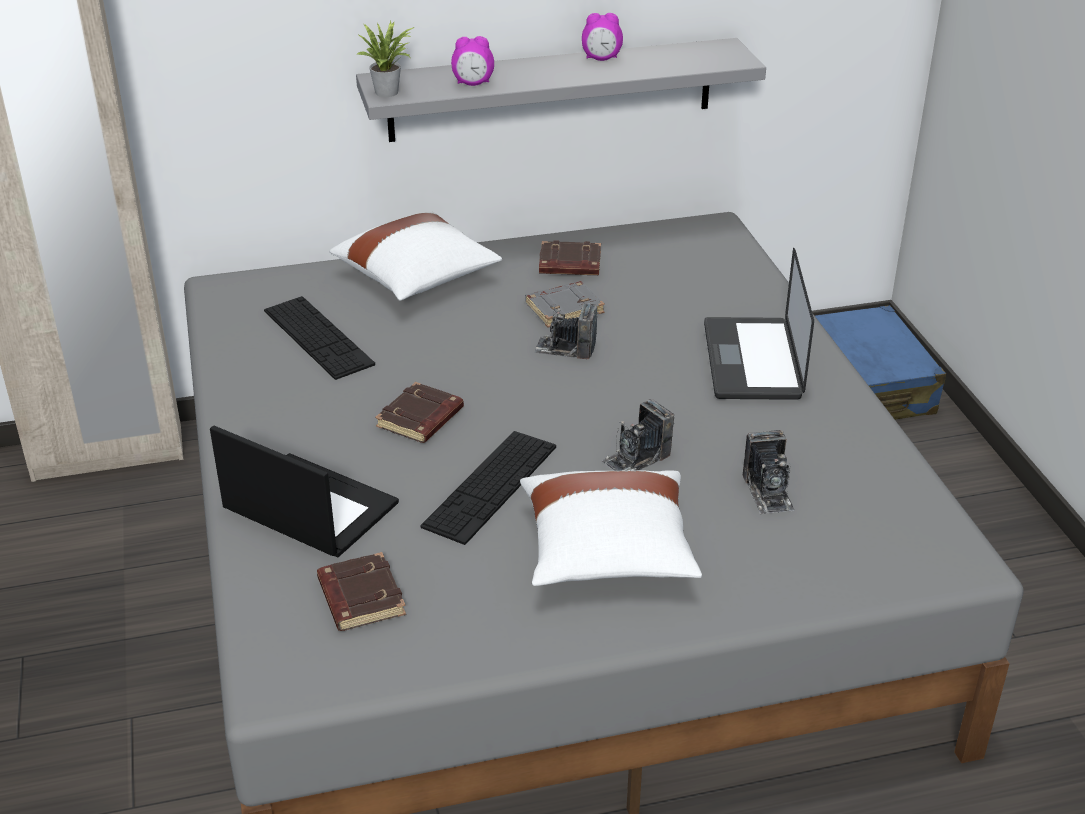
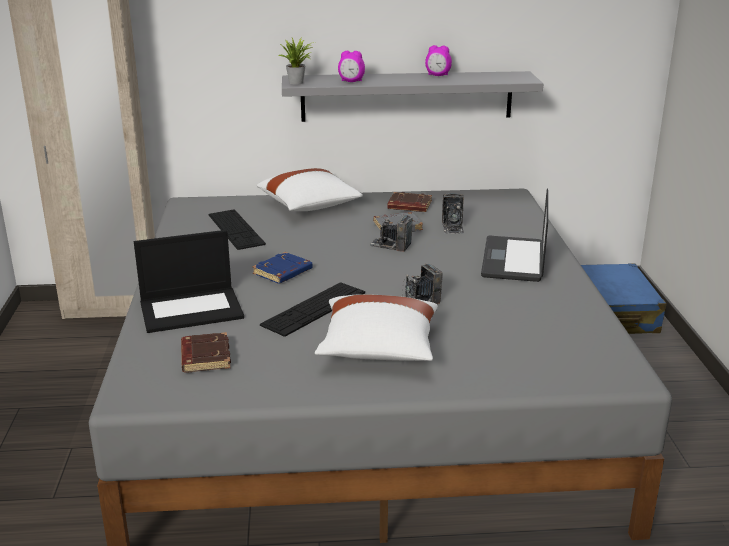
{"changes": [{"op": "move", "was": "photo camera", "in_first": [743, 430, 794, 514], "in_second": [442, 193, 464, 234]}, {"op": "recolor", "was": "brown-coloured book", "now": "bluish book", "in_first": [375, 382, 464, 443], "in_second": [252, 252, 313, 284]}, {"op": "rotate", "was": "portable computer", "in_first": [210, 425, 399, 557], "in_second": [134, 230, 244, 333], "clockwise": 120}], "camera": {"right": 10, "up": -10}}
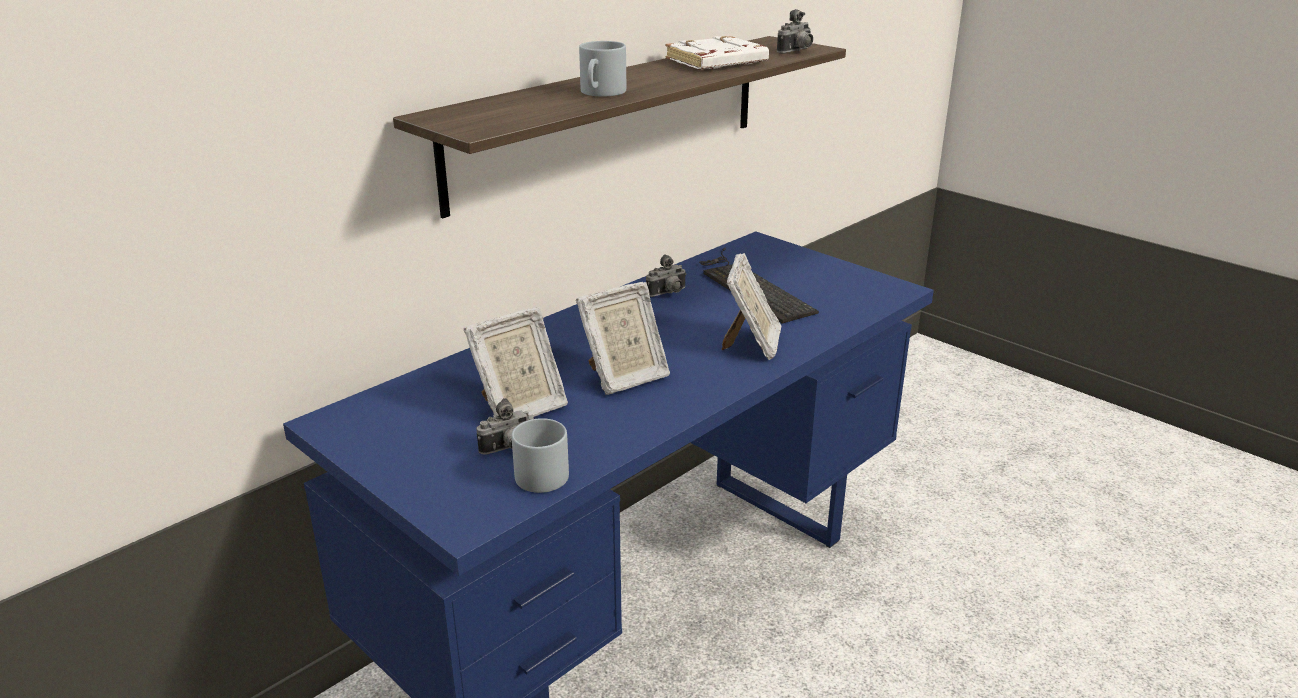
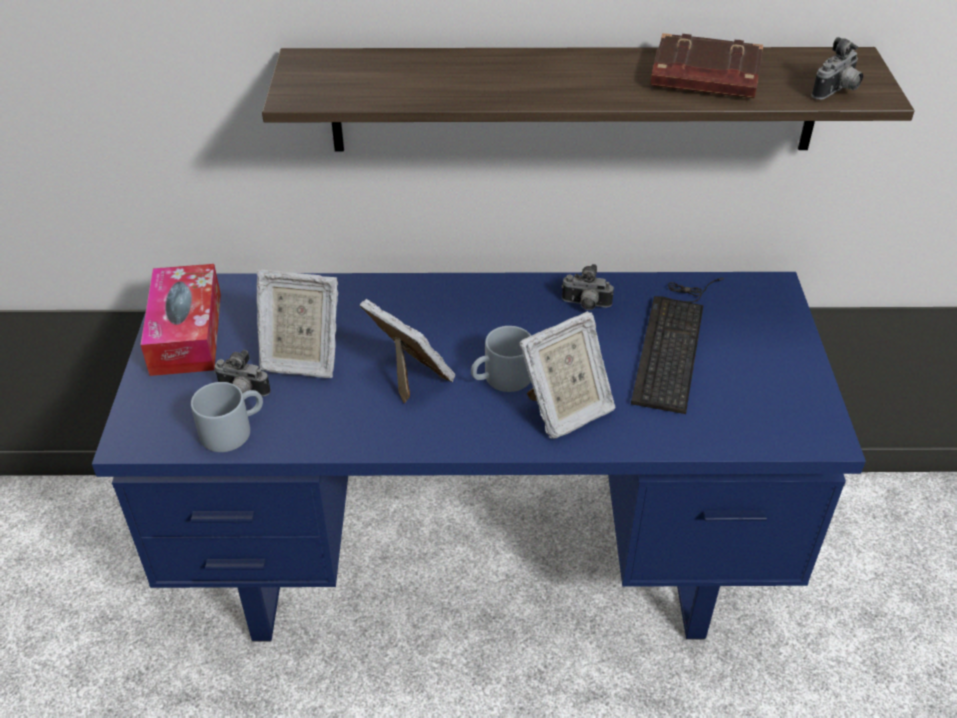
{"changes": [{"op": "insert", "now": "tissue holder", "in_second": [140, 264, 221, 376]}, {"op": "move", "was": "grey mug", "in_first": [579, 41, 626, 97], "in_second": [471, 326, 532, 392]}, {"op": "recolor", "was": "white-coloured book", "now": "brown-coloured book", "in_first": [665, 36, 769, 69], "in_second": [650, 33, 763, 98]}, {"op": "rotate", "was": "picture frame", "in_first": [576, 282, 670, 395], "in_second": [359, 299, 455, 403], "clockwise": -150}, {"op": "rotate", "was": "photo camera", "in_first": [777, 9, 813, 54], "in_second": [812, 37, 863, 99], "clockwise": -45}], "camera": {"right": 45, "up": 15}}
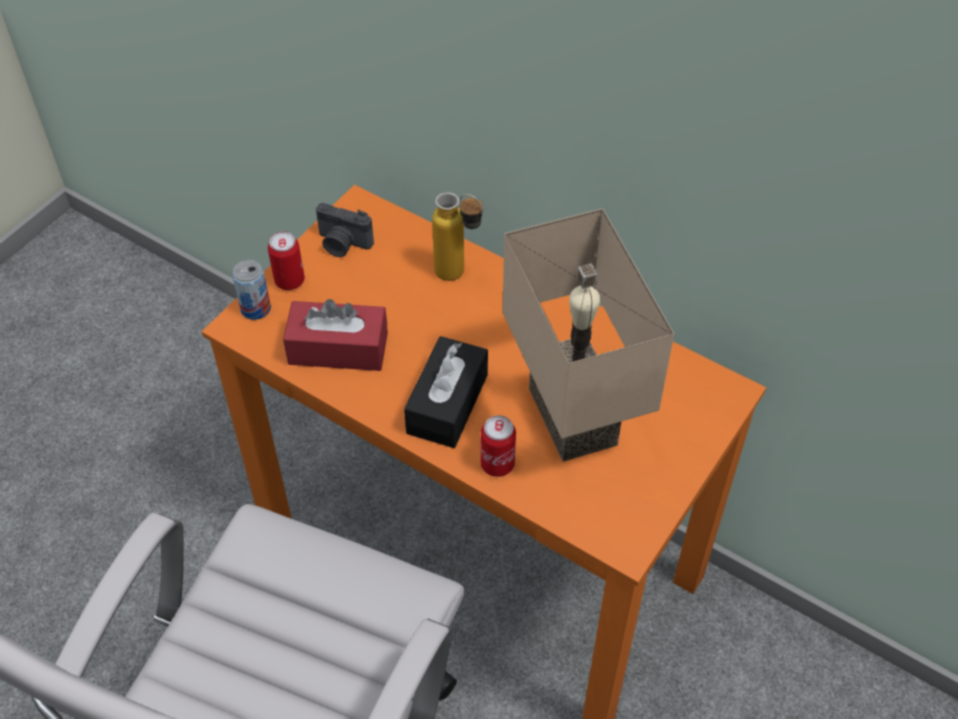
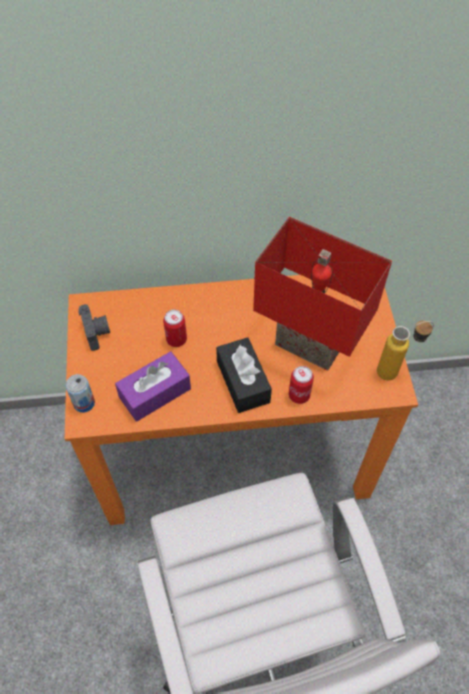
{"changes": [{"op": "move", "was": "sealed can", "in_first": [268, 231, 305, 290], "in_second": [163, 310, 187, 347]}, {"op": "move", "was": "beverage bottle", "in_first": [432, 192, 484, 281], "in_second": [377, 321, 434, 380]}, {"op": "recolor", "was": "red-coloured tissue holder", "now": "purple-coloured tissue holder", "in_first": [283, 299, 388, 371], "in_second": [115, 351, 191, 422]}, {"op": "recolor", "was": "beige table lamp", "now": "red-coloured table lamp", "in_first": [502, 208, 674, 462], "in_second": [253, 217, 392, 371]}, {"op": "rotate", "was": "photo camera", "in_first": [316, 203, 374, 257], "in_second": [78, 304, 110, 351], "clockwise": -90}], "camera": {"right": -40, "up": 5}}
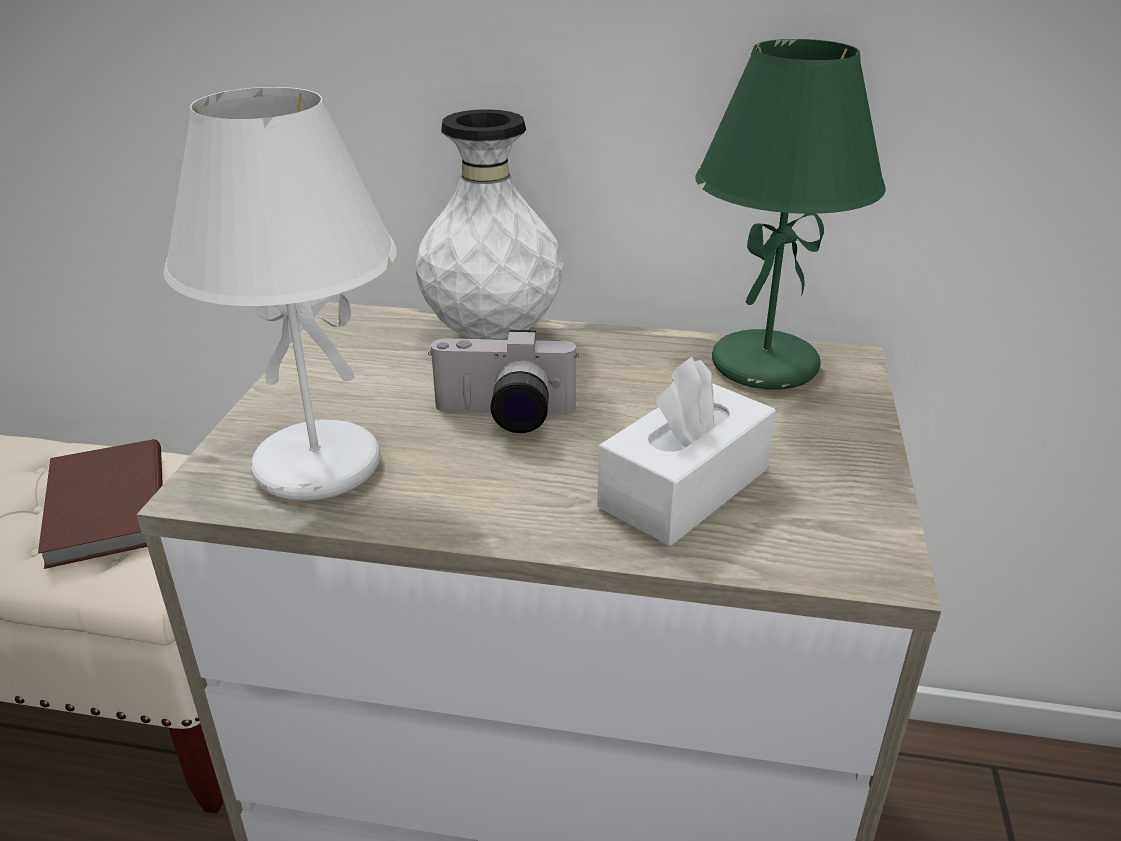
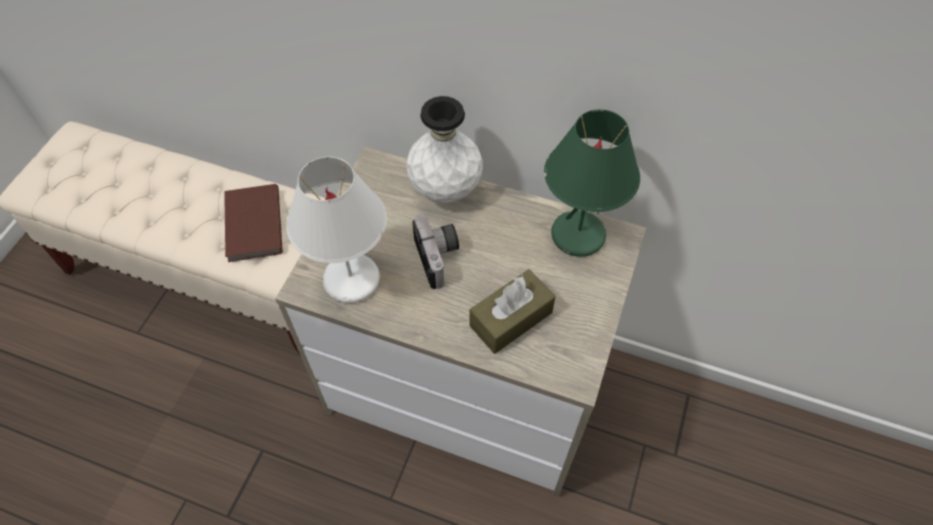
{"changes": [{"op": "recolor", "was": "white-coloured tissue holder", "now": "brown-coloured tissue holder", "in_first": [597, 356, 776, 546], "in_second": [469, 269, 556, 354]}, {"op": "rotate", "was": "photo camera", "in_first": [428, 330, 579, 433], "in_second": [412, 214, 459, 289], "clockwise": -120}], "camera": {"right": 10, "up": 25}}
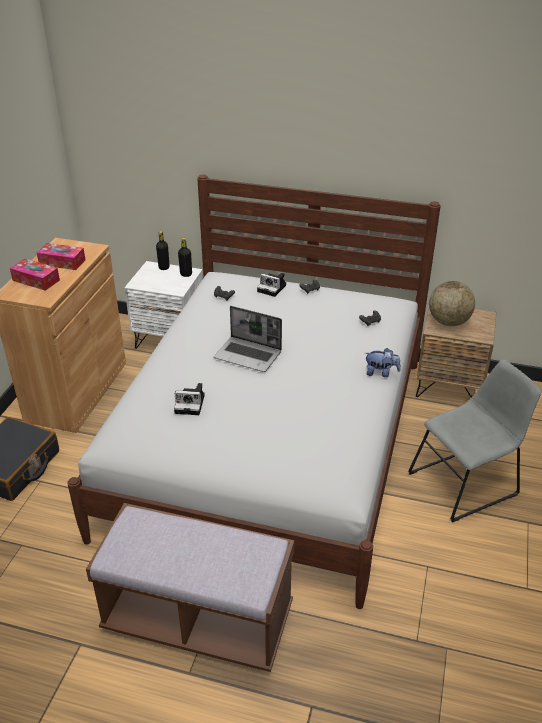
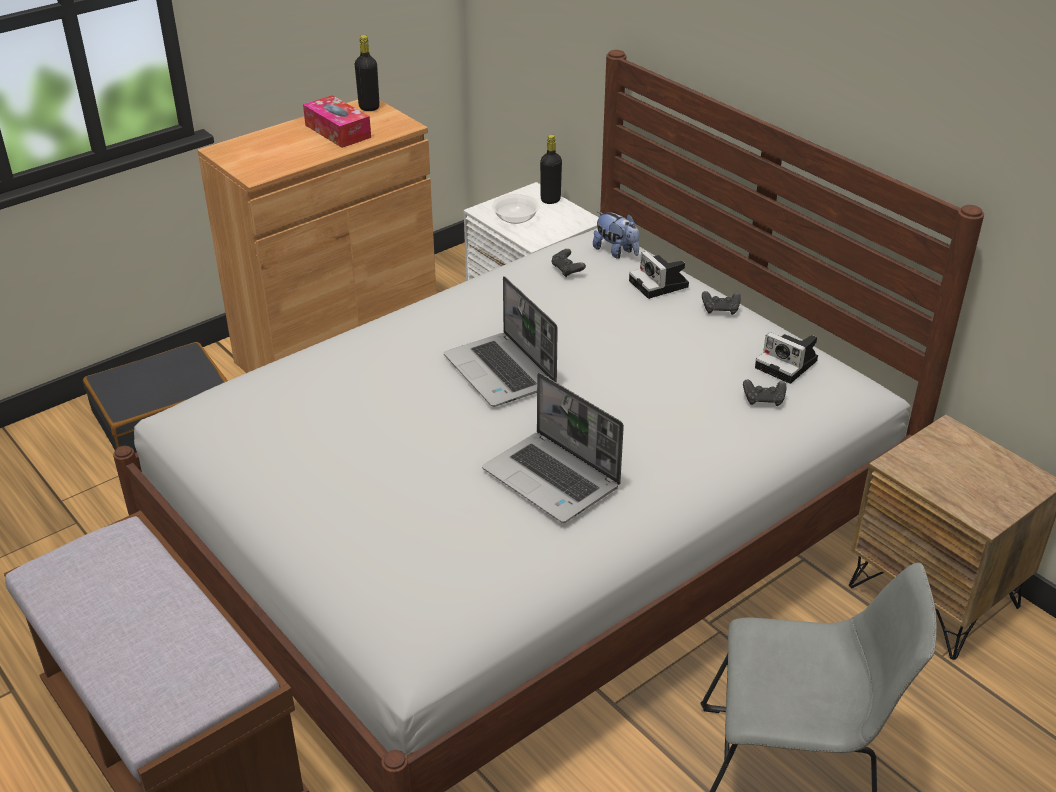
{"changes": [{"op": "delete", "was": "tissue holder", "in_first": [10, 259, 60, 291]}, {"op": "delete", "was": "desk globe", "in_first": [429, 281, 475, 326]}, {"op": "insert", "now": "portable computer", "in_second": [482, 373, 624, 523]}, {"op": "insert", "now": "serving bowl", "in_second": [492, 194, 539, 224]}, {"op": "move", "was": "photo camera", "in_first": [174, 383, 205, 415], "in_second": [755, 332, 818, 384]}, {"op": "move", "was": "black-coloured beverage bottle", "in_first": [178, 238, 192, 277], "in_second": [355, 35, 380, 111]}, {"op": "move", "was": "cuddly toy", "in_first": [365, 348, 401, 377], "in_second": [593, 211, 639, 259]}], "camera": {"right": 35, "up": 0}}
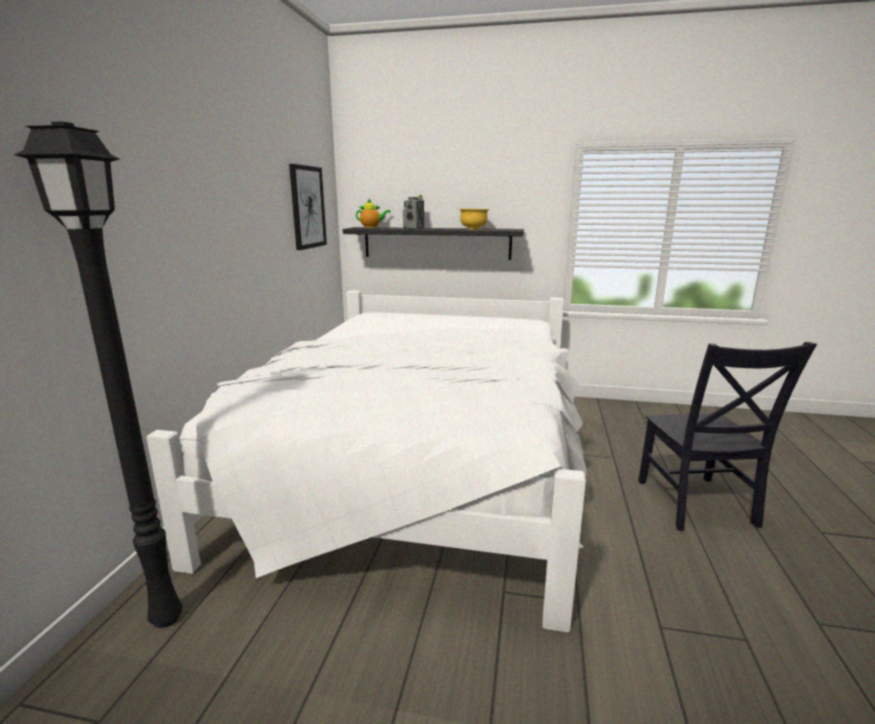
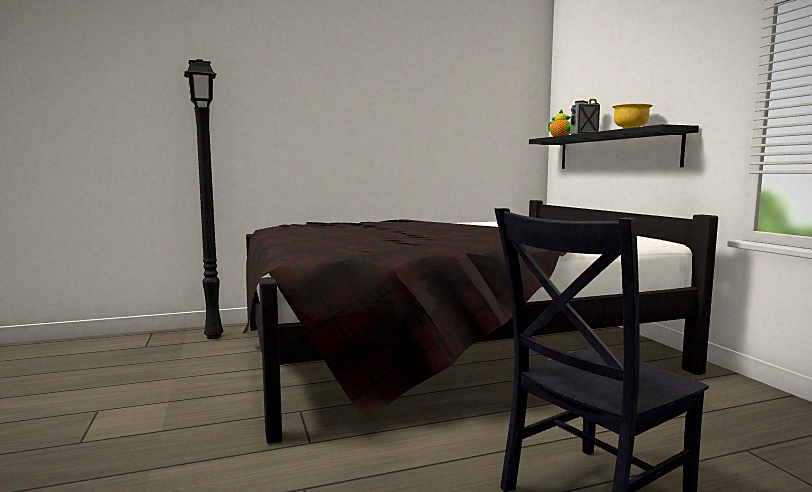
{"changes": [{"op": "delete", "was": "wall art", "in_first": [289, 164, 327, 250]}, {"op": "recolor", "was": "white-coloured bedroom bed", "now": "black-coloured bedroom bed", "in_first": [146, 290, 587, 633], "in_second": [242, 200, 718, 444]}], "camera": {"right": 60, "up": -10}}
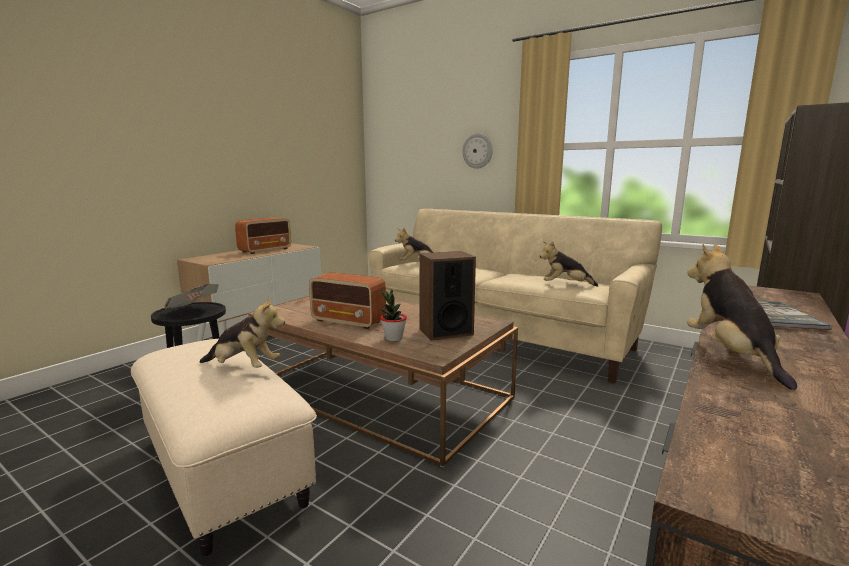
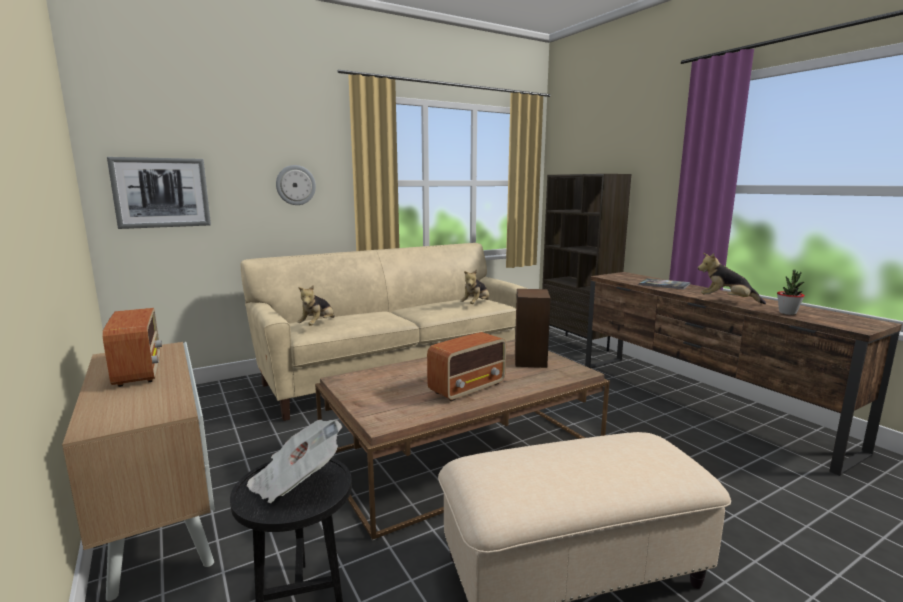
{"changes": [{"op": "delete", "was": "cuddly toy", "in_first": [200, 297, 285, 368]}, {"op": "insert", "now": "wall art", "in_second": [107, 157, 211, 229]}, {"op": "move", "was": "plant in a pot", "in_first": [380, 289, 407, 342], "in_second": [777, 270, 805, 315]}], "camera": {"right": -65, "up": 0}}
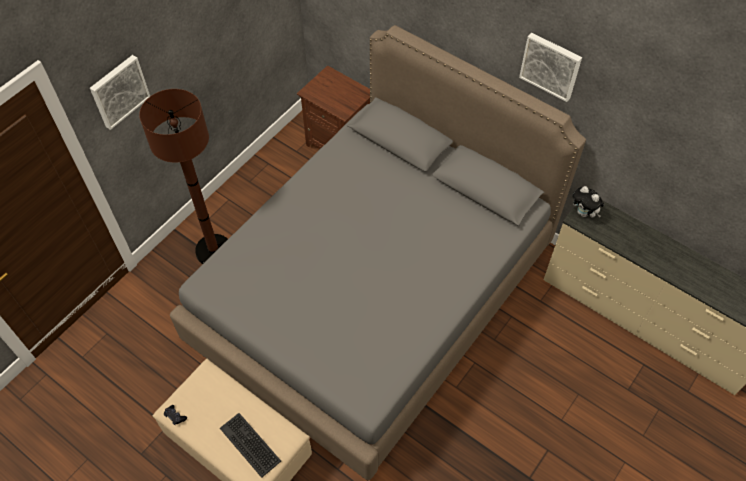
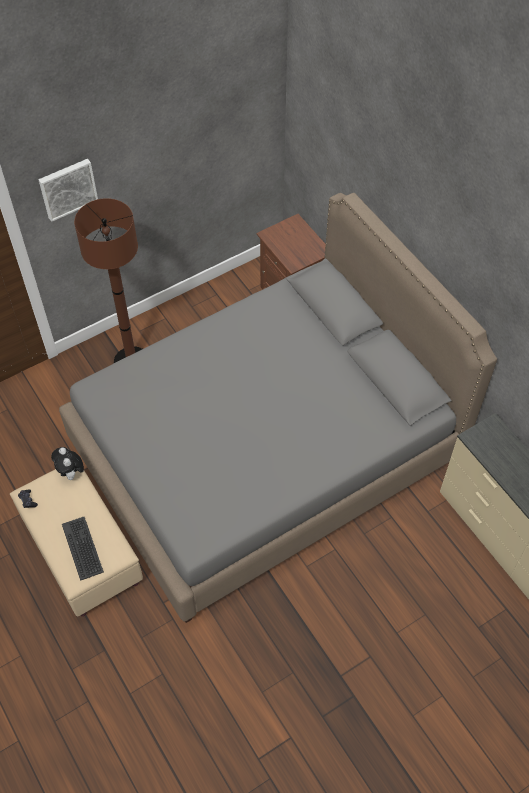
{"changes": [{"op": "delete", "was": "wall art", "in_first": [519, 33, 582, 102]}, {"op": "move", "was": "cuddly toy", "in_first": [572, 186, 604, 218], "in_second": [51, 447, 84, 480]}], "camera": {"right": 20, "up": 0}}
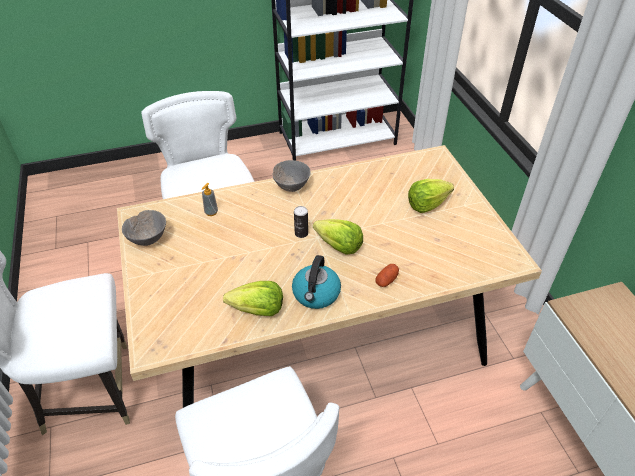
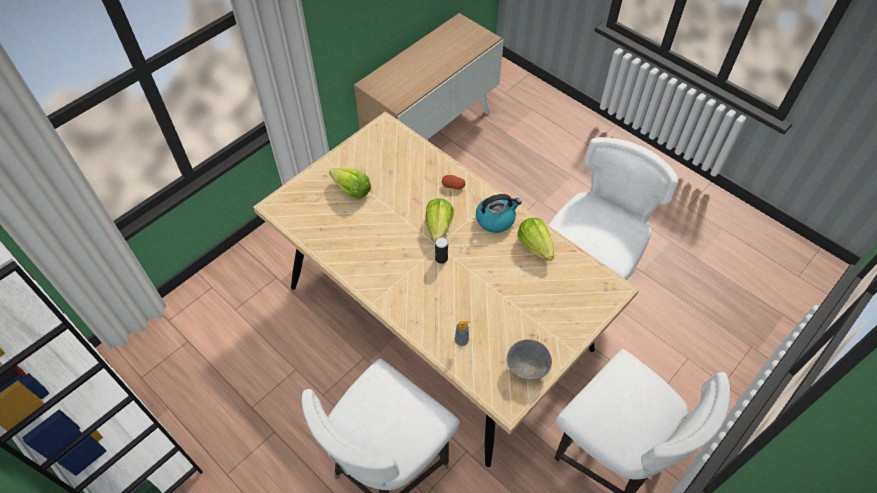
{"changes": [{"op": "delete", "was": "grey serving bowl", "in_first": [273, 160, 311, 192]}], "camera": {"right": -120, "up": 10}}
